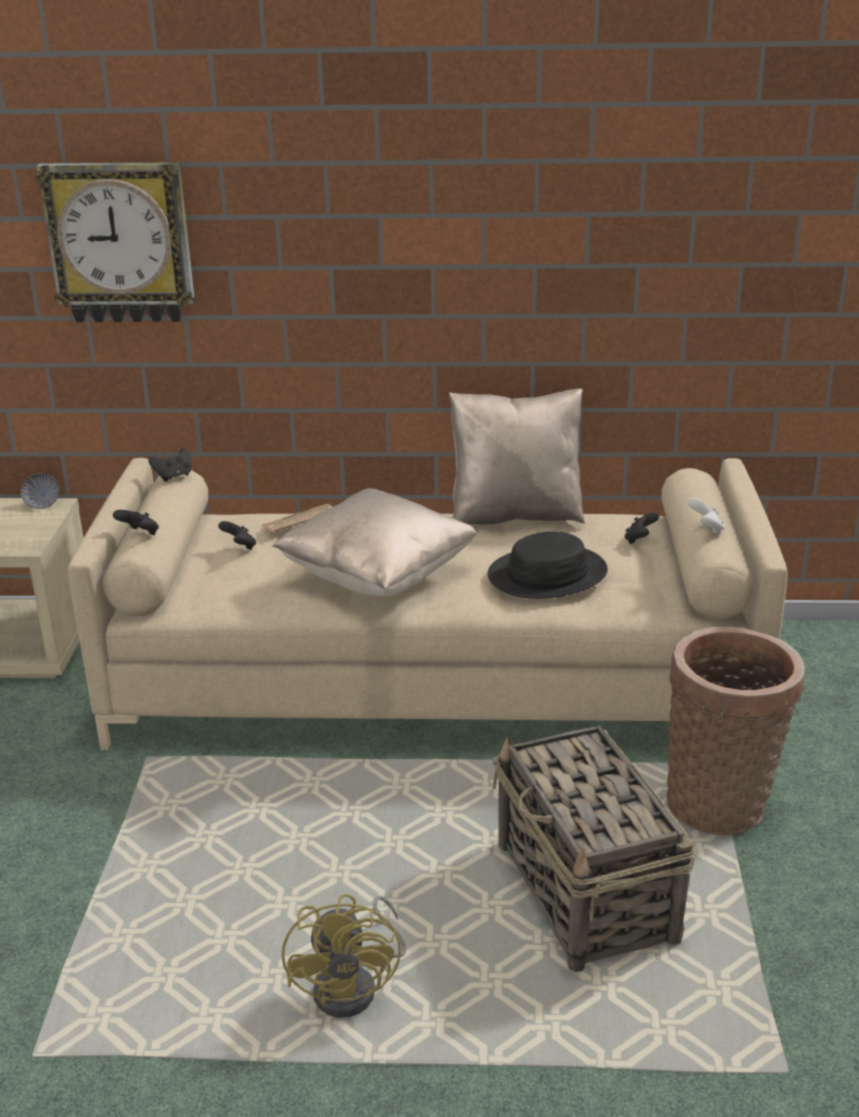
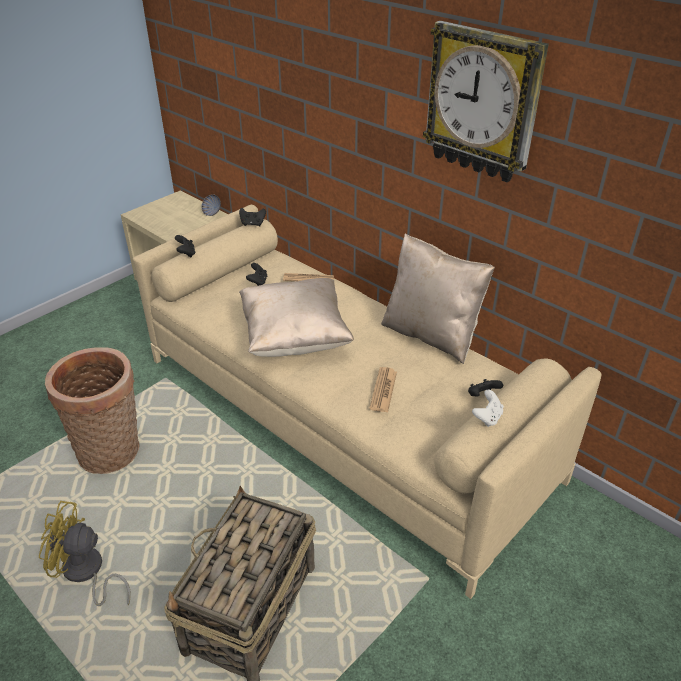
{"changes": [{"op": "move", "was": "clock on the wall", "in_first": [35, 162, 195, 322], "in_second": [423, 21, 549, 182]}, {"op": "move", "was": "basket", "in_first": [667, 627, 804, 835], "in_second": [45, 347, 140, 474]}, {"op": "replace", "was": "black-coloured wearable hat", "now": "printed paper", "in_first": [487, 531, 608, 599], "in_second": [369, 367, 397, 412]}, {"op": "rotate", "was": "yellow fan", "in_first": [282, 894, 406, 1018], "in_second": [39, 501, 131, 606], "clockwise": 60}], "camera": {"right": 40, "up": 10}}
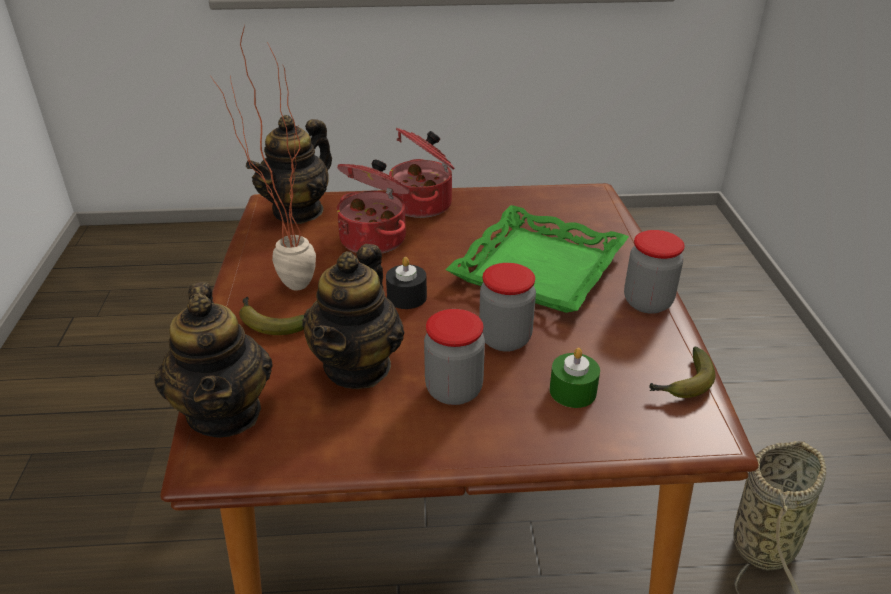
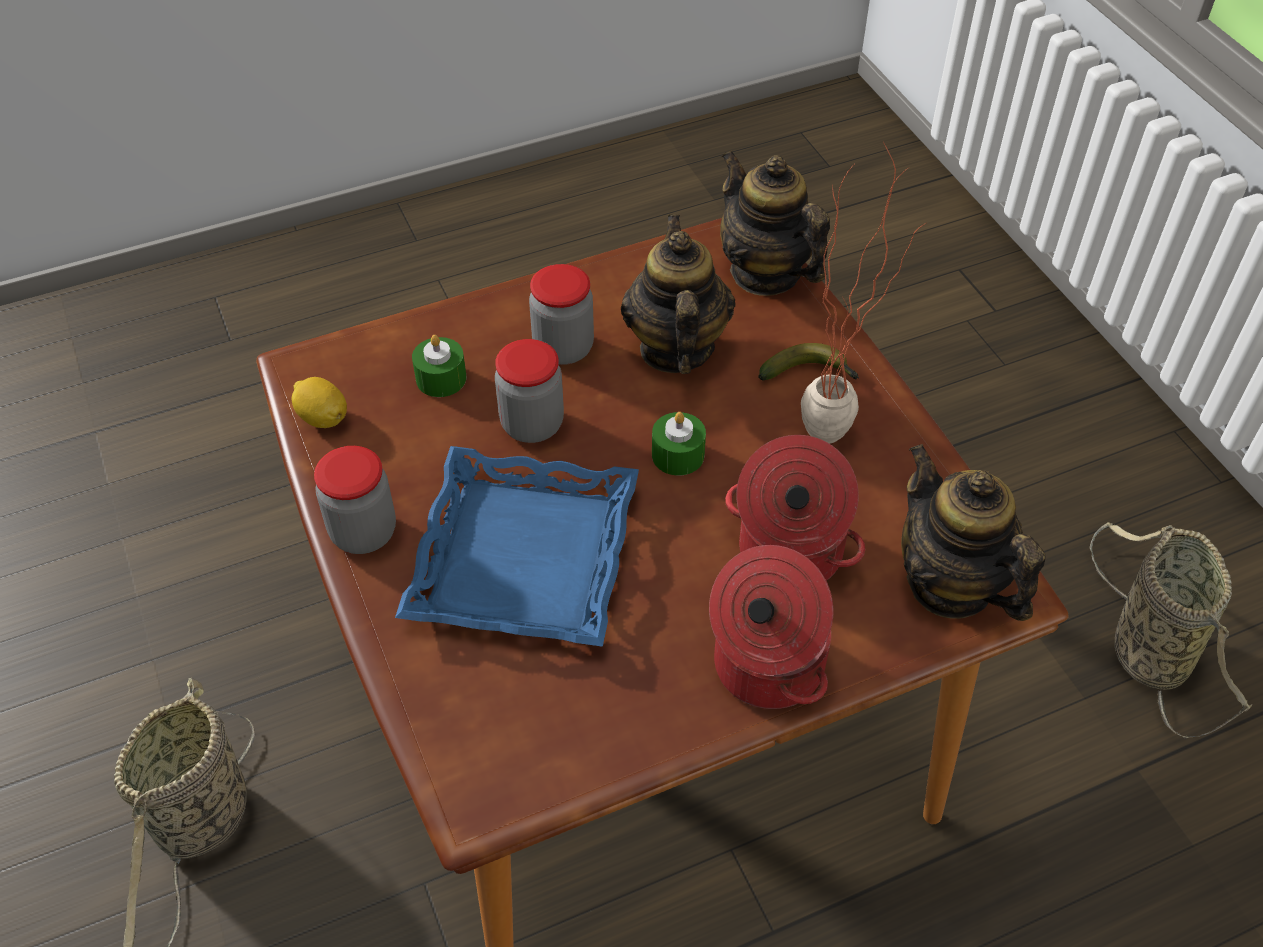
{"changes": [{"op": "insert", "now": "basket", "in_second": [1090, 522, 1252, 739]}, {"op": "replace", "was": "banana", "now": "lemon", "in_first": [649, 347, 715, 398], "in_second": [292, 377, 347, 428]}, {"op": "recolor", "was": "black-coloured wax light", "now": "greenish wax light", "in_first": [386, 257, 427, 309], "in_second": [652, 412, 706, 476]}, {"op": "recolor", "was": "greenish serving tray", "now": "bluish serving tray", "in_first": [446, 205, 629, 313], "in_second": [395, 446, 639, 647]}, {"op": "rotate", "was": "tea pot", "in_first": [246, 115, 332, 224], "in_second": [901, 444, 1046, 621], "clockwise": -45}], "camera": {"right": 160, "up": 15}}
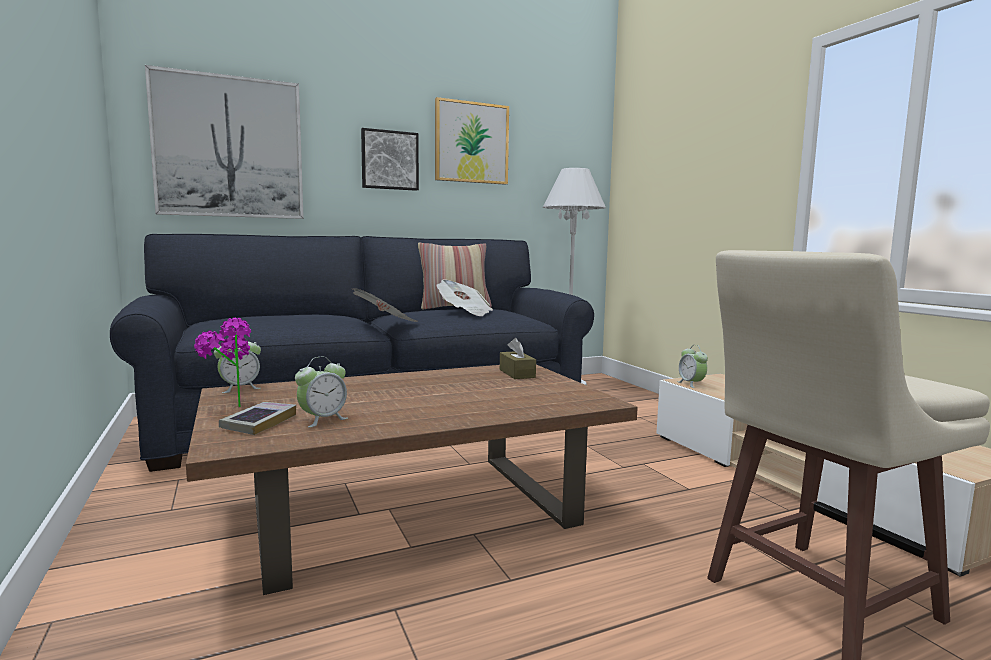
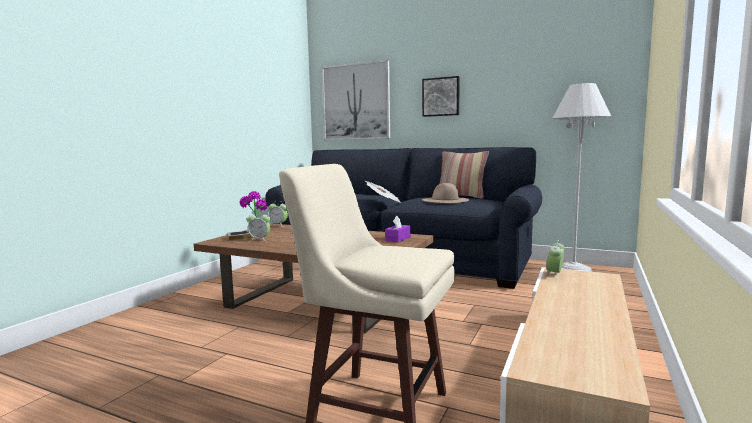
{"changes": [{"op": "delete", "was": "wall art", "in_first": [435, 97, 509, 185]}, {"op": "replace", "was": "printed paper", "now": "beige wearable hat", "in_first": [436, 279, 493, 316], "in_second": [422, 183, 469, 203]}, {"op": "recolor", "was": "brown-coloured tissue holder", "now": "purple-coloured tissue holder", "in_first": [500, 338, 536, 379], "in_second": [385, 216, 411, 242]}], "camera": {"right": 50, "up": 0}}
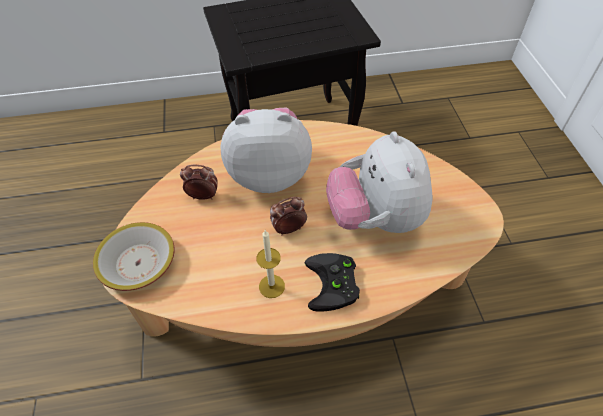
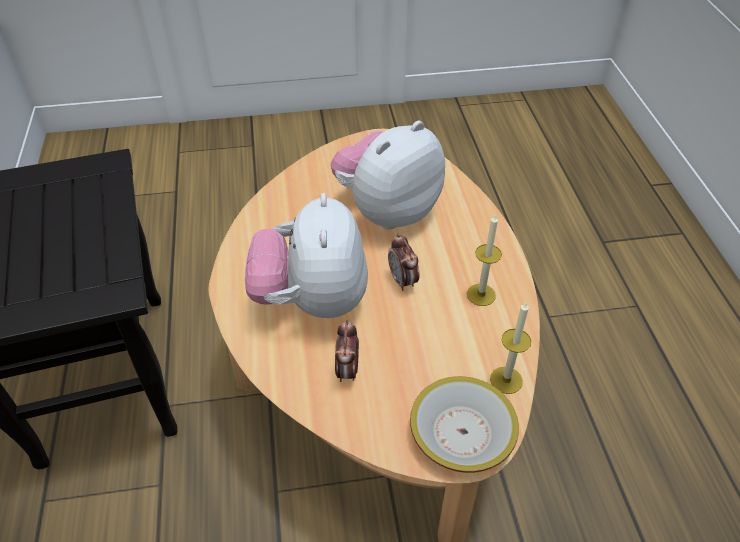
{"changes": [{"op": "delete", "was": "black-coloured gamepad", "in_first": [305, 253, 360, 312]}, {"op": "insert", "now": "wax light", "in_second": [490, 302, 531, 394]}, {"op": "rotate", "was": "cuddly toy", "in_first": [326, 131, 432, 233], "in_second": [330, 121, 445, 229], "clockwise": 150}], "camera": {"right": -90, "up": -5}}
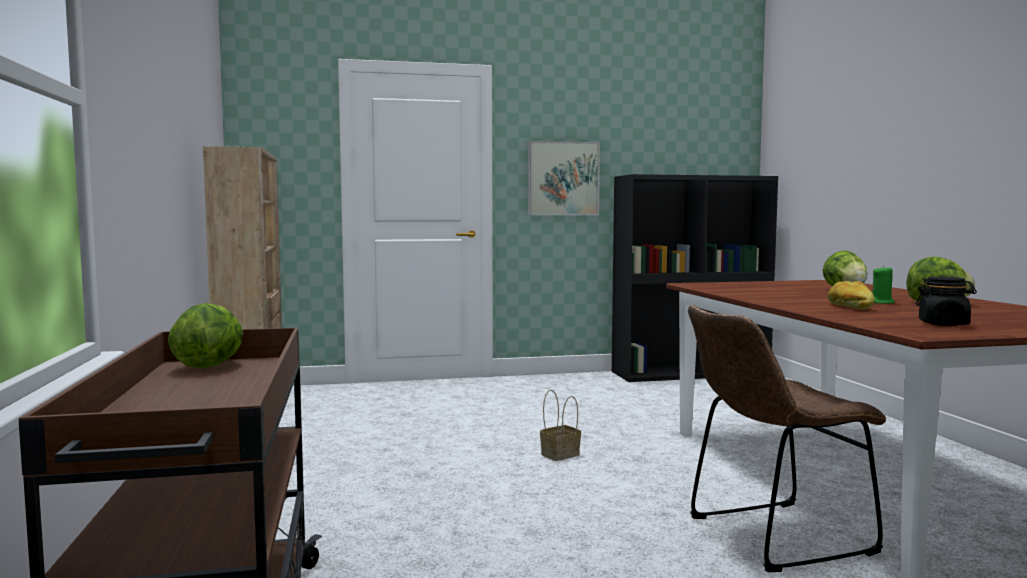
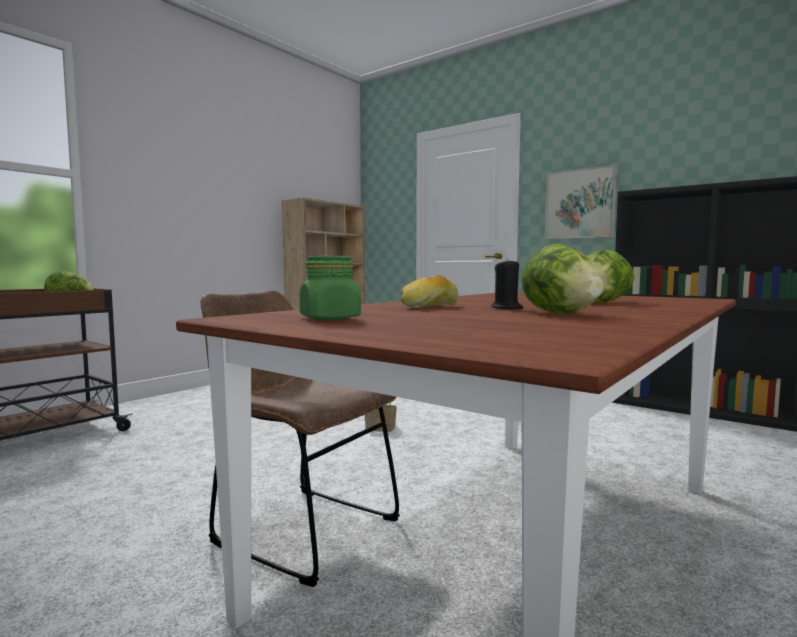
{"changes": [{"op": "recolor", "was": "greenish wax light", "now": "black-coloured wax light", "in_first": [872, 265, 895, 304], "in_second": [491, 258, 523, 309]}, {"op": "recolor", "was": "black-coloured preserve jar", "now": "greenish preserve jar", "in_first": [915, 277, 977, 326], "in_second": [300, 256, 361, 320]}], "camera": {"right": 50, "up": 0}}
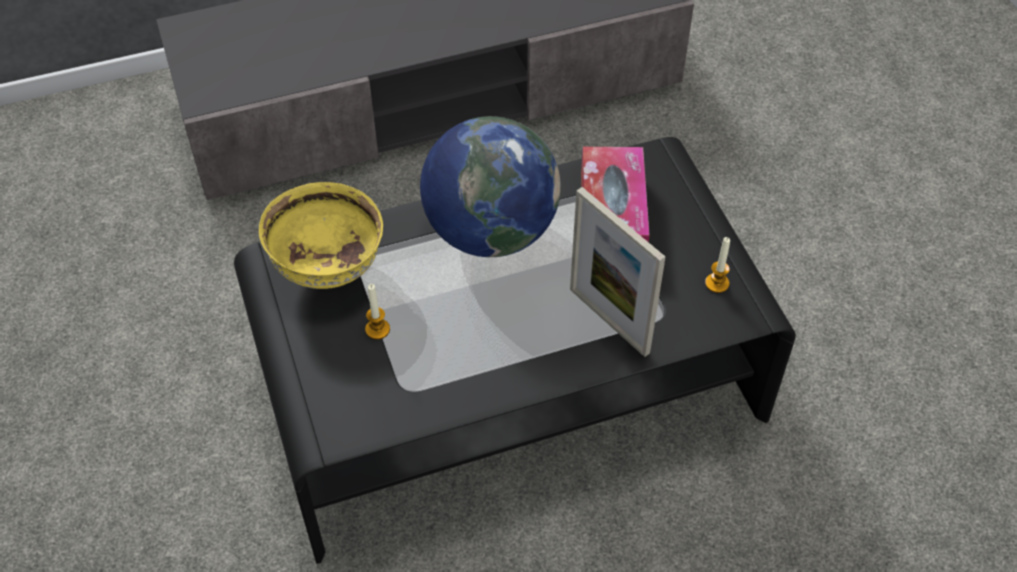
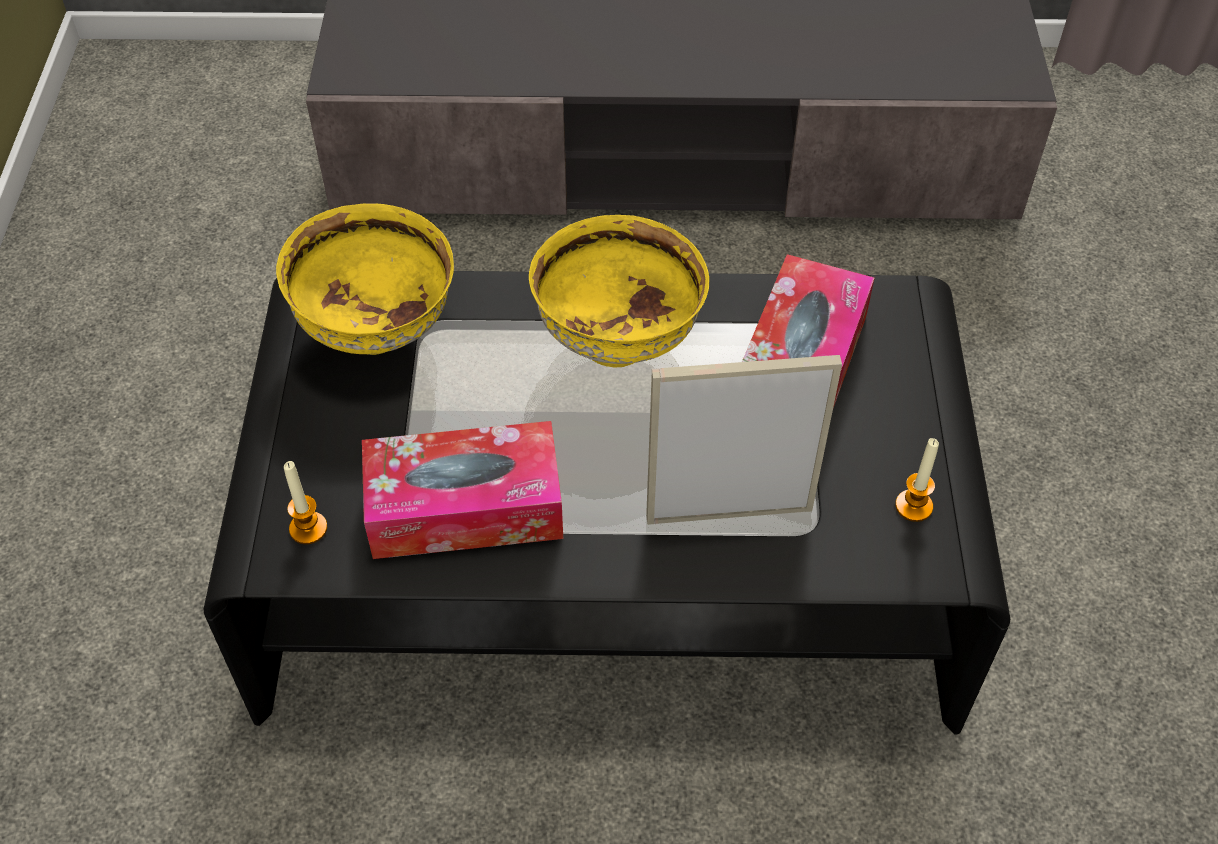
{"changes": [{"op": "insert", "now": "tissue holder", "in_second": [362, 421, 563, 559]}, {"op": "move", "was": "wax light", "in_first": [365, 284, 390, 340], "in_second": [284, 461, 327, 544]}, {"op": "replace", "was": "desk globe", "now": "yellow serving bowl", "in_first": [420, 116, 561, 257], "in_second": [529, 215, 709, 367]}, {"op": "rotate", "was": "picture frame", "in_first": [570, 187, 665, 357], "in_second": [646, 355, 842, 525], "clockwise": 105}], "camera": {"right": 20, "up": 0}}
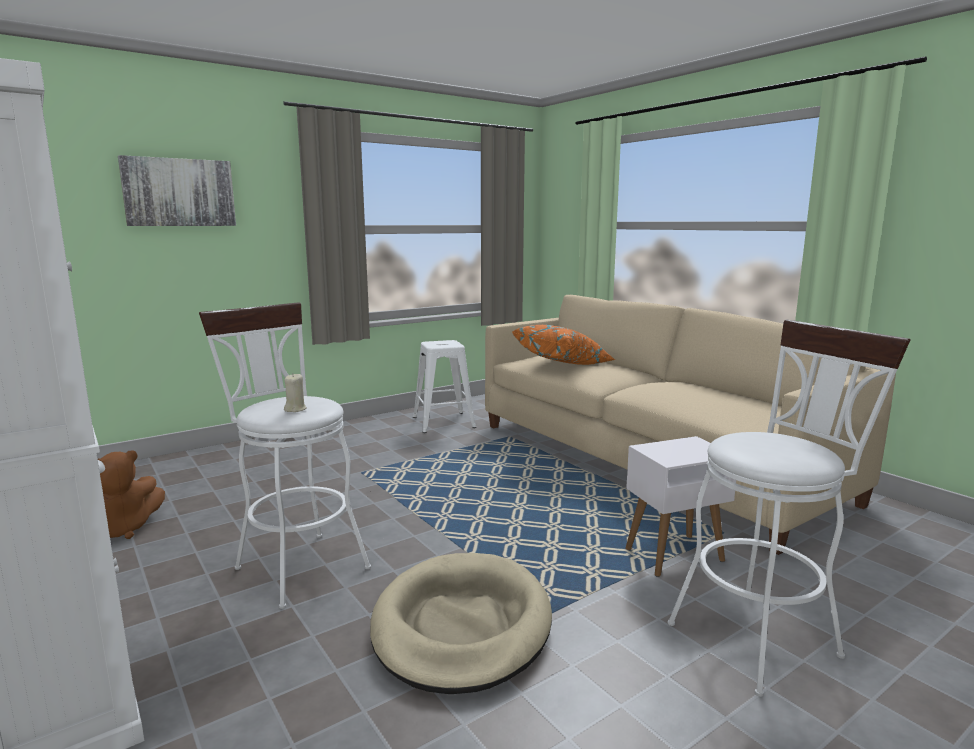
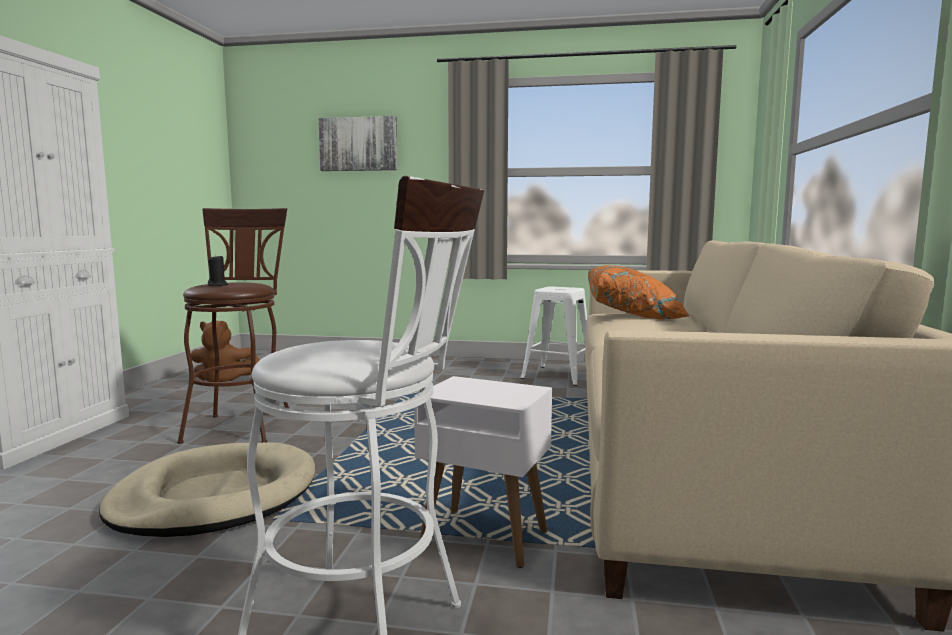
{"changes": [{"op": "recolor", "was": "white-coloured sitting stool", "now": "brown-coloured sitting stool", "in_first": [199, 302, 371, 609], "in_second": [177, 208, 289, 444]}, {"op": "recolor", "was": "beige wax light", "now": "black-coloured wax light", "in_first": [284, 374, 307, 412], "in_second": [208, 254, 228, 286]}], "camera": {"right": 45, "up": -5}}
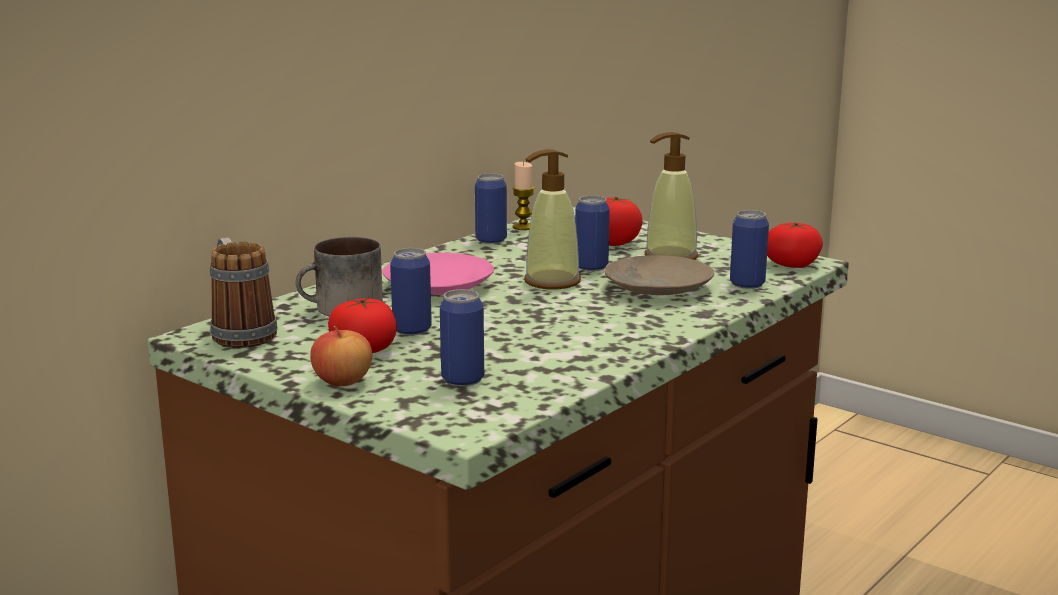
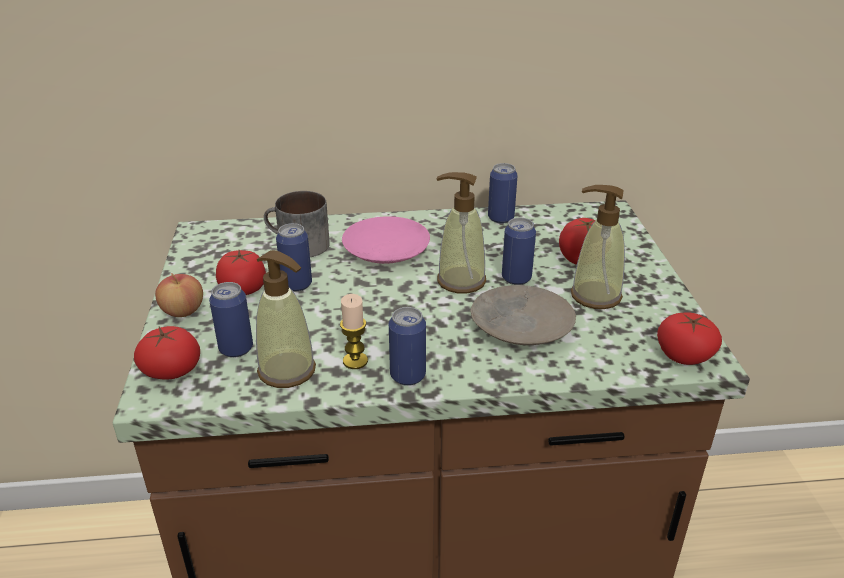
{"changes": [{"op": "delete", "was": "mug", "in_first": [210, 238, 277, 348]}, {"op": "insert", "now": "whole tomato", "in_second": [134, 326, 200, 380]}, {"op": "insert", "now": "soap dispenser", "in_second": [256, 250, 316, 388]}, {"op": "move", "was": "wax light", "in_first": [512, 162, 535, 230], "in_second": [340, 294, 368, 369]}, {"op": "move", "was": "sealed can", "in_first": [730, 210, 769, 289], "in_second": [389, 307, 426, 386]}], "camera": {"right": 45, "up": 15}}
